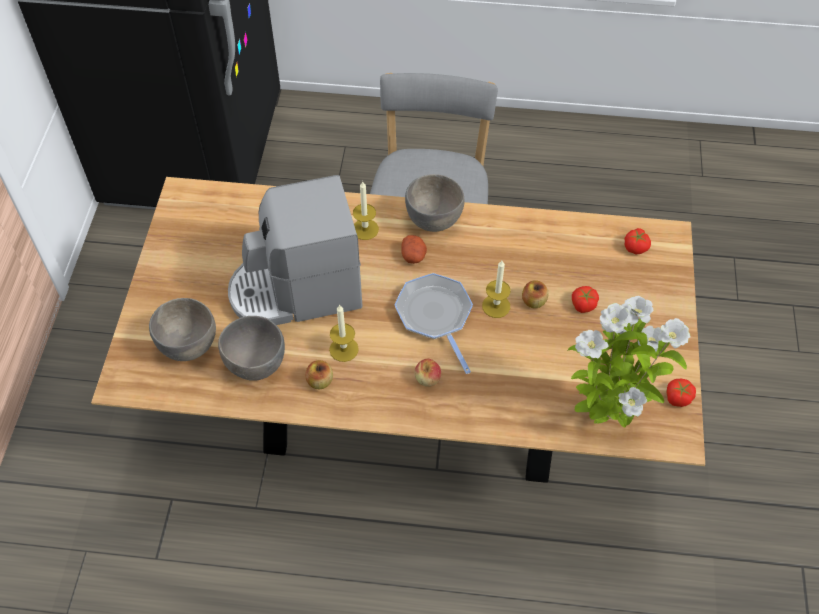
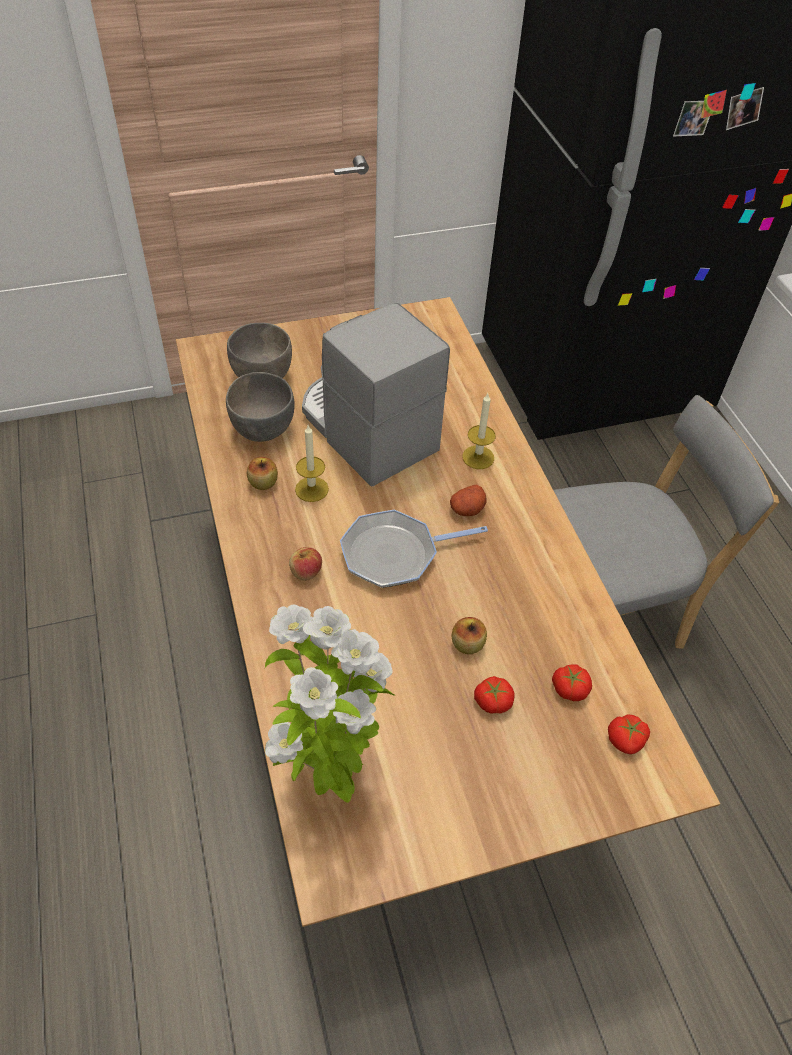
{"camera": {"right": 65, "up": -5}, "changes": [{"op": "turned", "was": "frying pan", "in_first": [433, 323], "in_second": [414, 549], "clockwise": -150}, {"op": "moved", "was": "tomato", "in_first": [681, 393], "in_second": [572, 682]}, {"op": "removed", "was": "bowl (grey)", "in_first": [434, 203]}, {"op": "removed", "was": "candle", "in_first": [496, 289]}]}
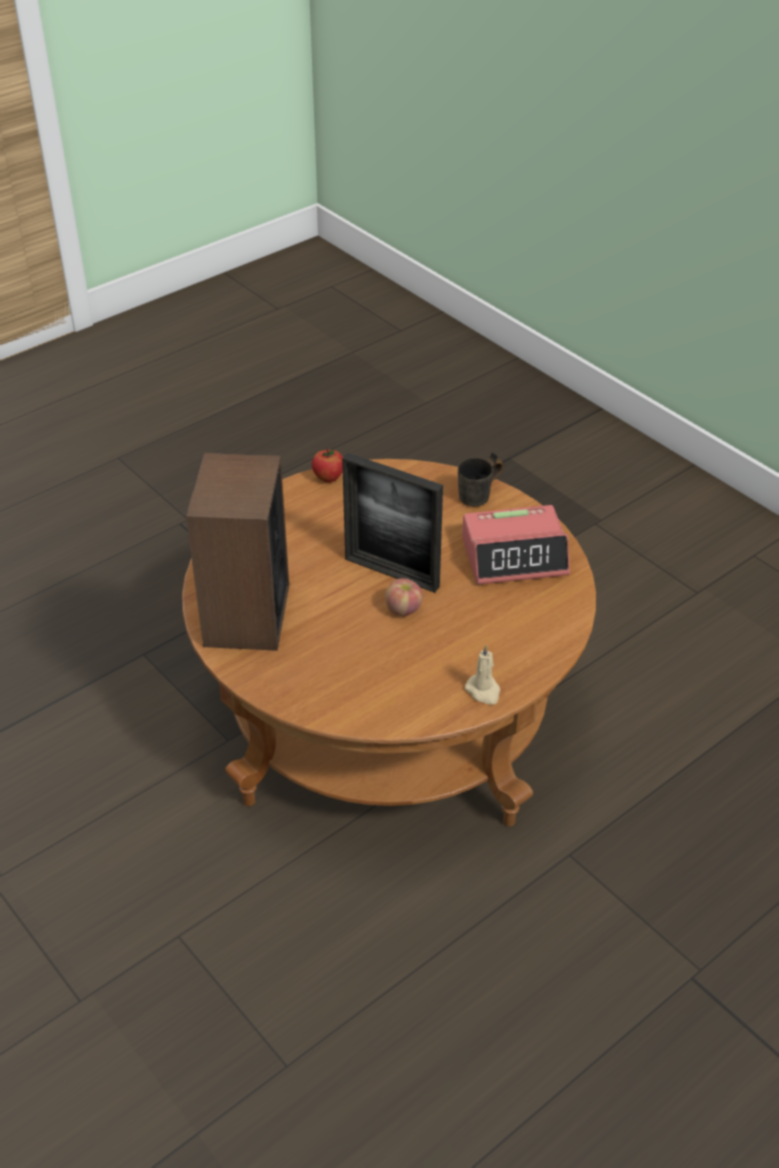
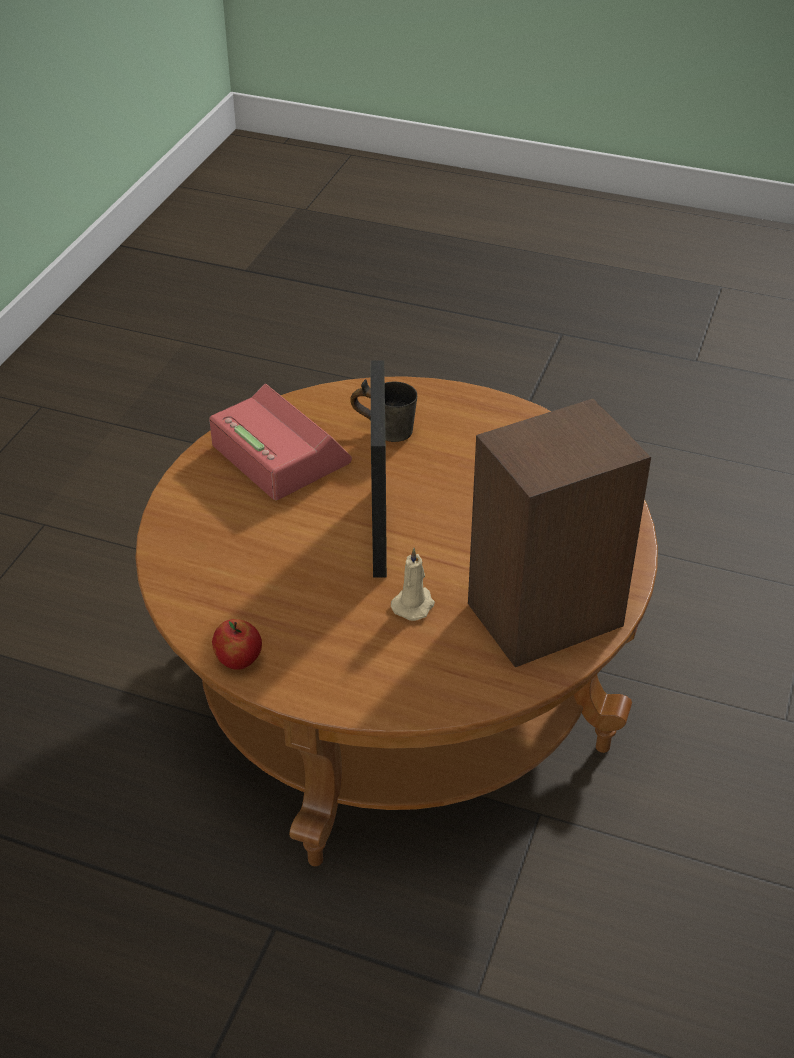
{"camera": {"right": -120, "up": 0}, "changes": [{"op": "moved", "was": "mug (grey)", "in_first": [480, 479], "in_second": [383, 410]}, {"op": "moved", "was": "candle (beige)", "in_first": [482, 675], "in_second": [413, 584]}, {"op": "removed", "was": "apple", "in_first": [404, 597]}]}
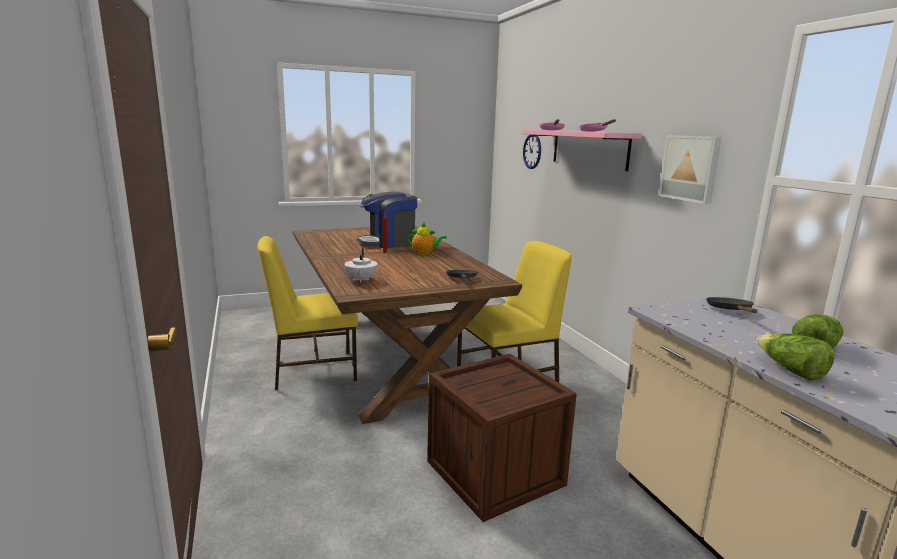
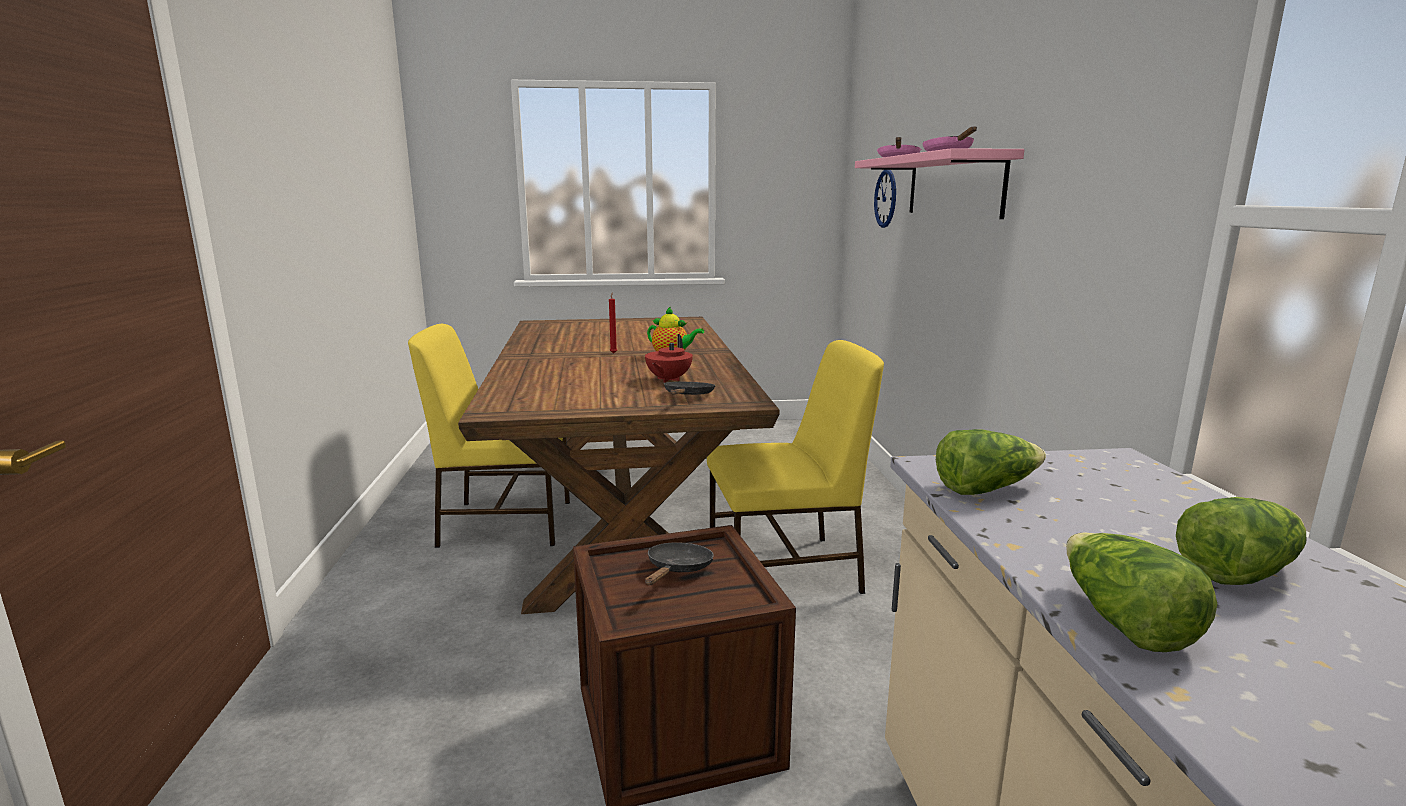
{"camera": {"right": 15, "up": 0}, "changes": [{"op": "added", "now": "teapot (red)", "in_second": [669, 358]}, {"op": "moved", "was": "frying pan (black)", "in_first": [731, 305], "in_second": [679, 564]}, {"op": "added", "now": "lettuce", "in_second": [991, 462]}, {"op": "removed", "was": "teapot (white)", "in_first": [361, 265]}, {"op": "removed", "was": "coffee machine", "in_first": [387, 219]}, {"op": "removed", "was": "picture", "in_first": [690, 169]}]}
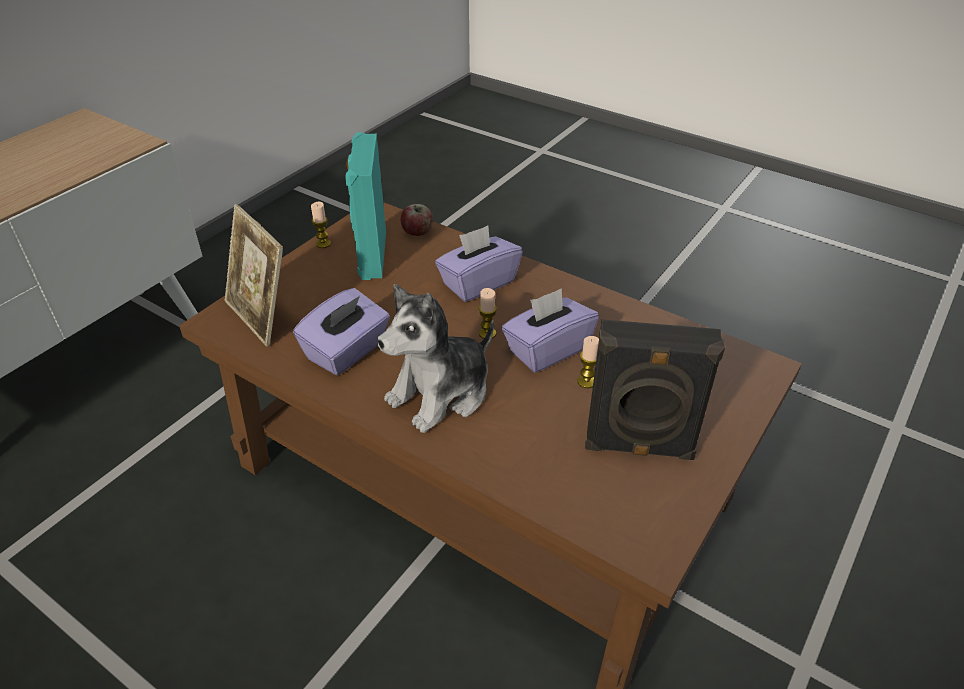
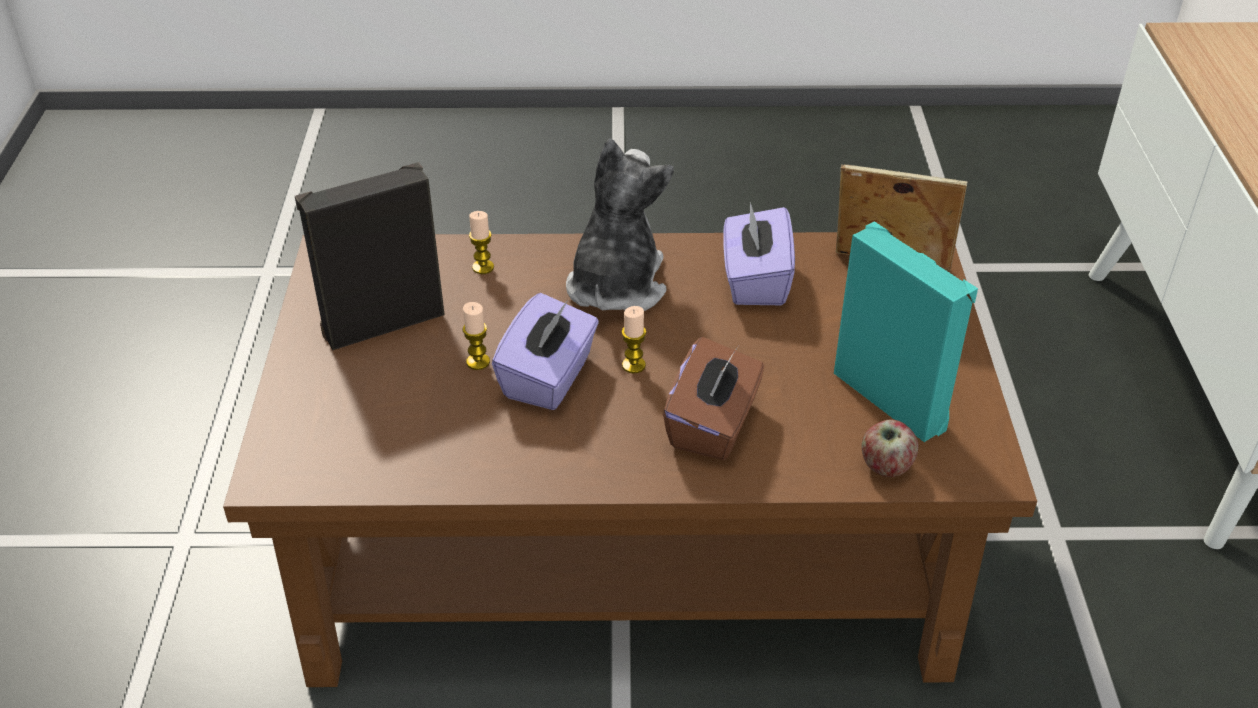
{"camera": {"right": 145, "up": 0}, "changes": [{"op": "moved", "was": "candle", "in_first": [321, 225], "in_second": [481, 242]}, {"op": "recoloured", "was": "tissue box (purple)", "now": "tissue box (brown)", "in_first": [479, 263], "in_second": [713, 398]}]}
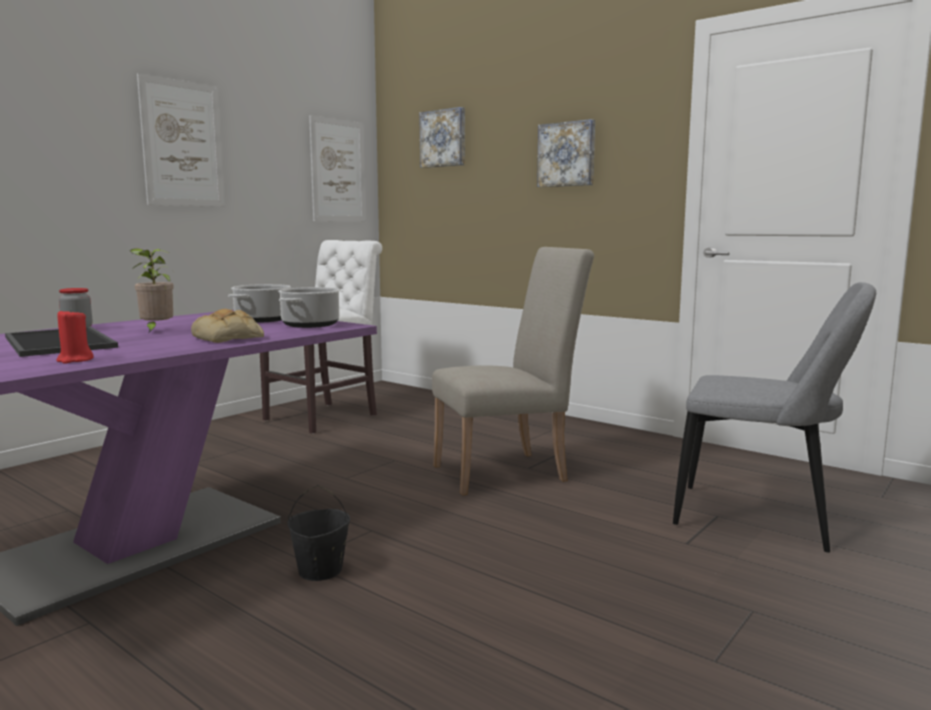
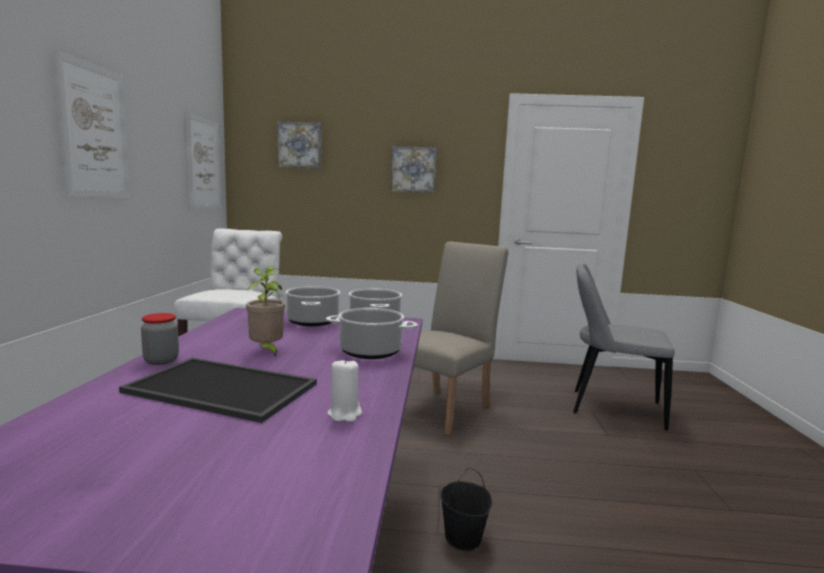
{"camera": {"right": -35, "up": 0}, "changes": [{"op": "replaced", "was": "bread", "now": "cooking pot", "in_first": [227, 326], "in_second": [372, 333]}, {"op": "recoloured", "was": "candle (red)", "now": "candle (white)", "in_first": [75, 336], "in_second": [345, 390]}, {"op": "turned", "was": "chair (grey)", "in_first": [774, 417], "in_second": [624, 347], "clockwise": -150}]}
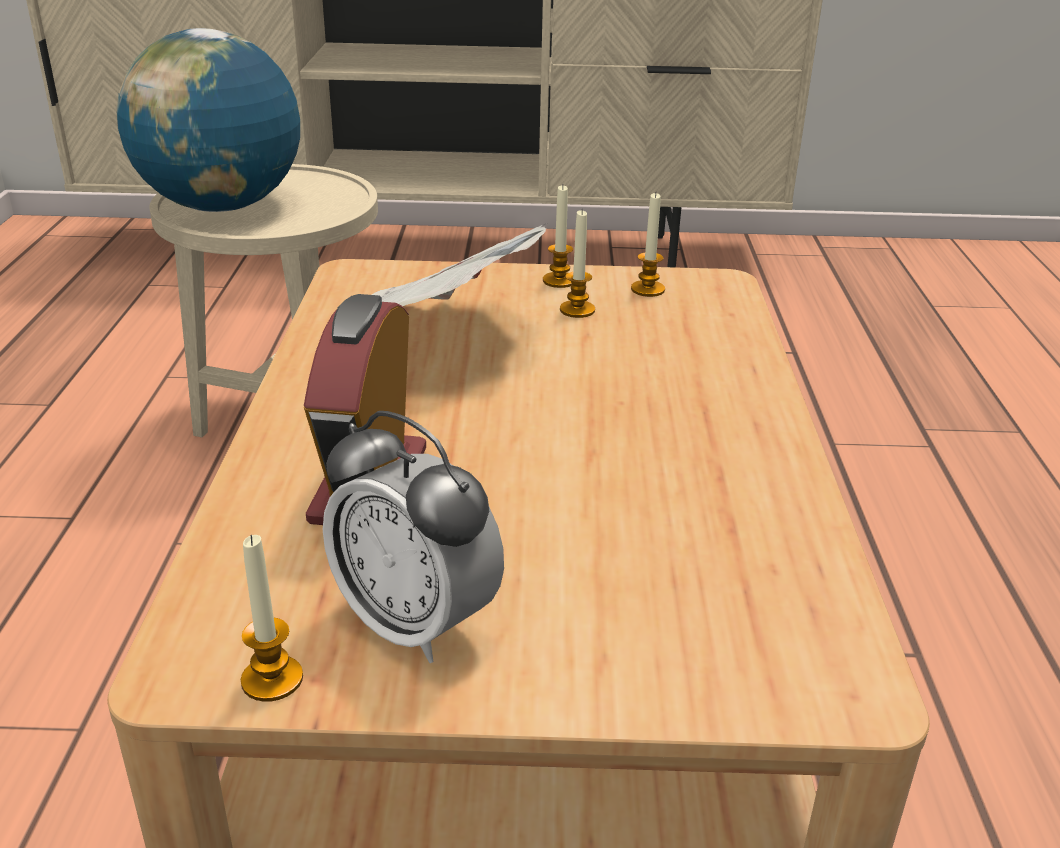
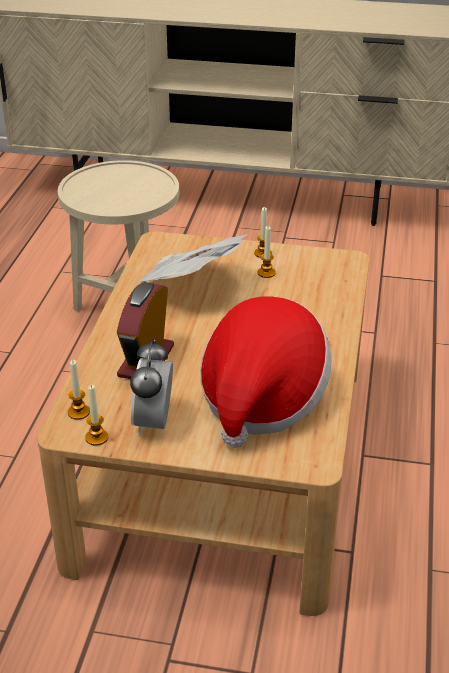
{"camera": {"right": 10, "up": 5}, "changes": [{"op": "moved", "was": "candle", "in_first": [648, 245], "in_second": [79, 390]}, {"op": "turned", "was": "alarm clock", "in_first": [413, 537], "in_second": [151, 387], "clockwise": 45}, {"op": "added", "now": "hat", "in_second": [266, 372]}, {"op": "removed", "was": "globe", "in_first": [208, 120]}]}
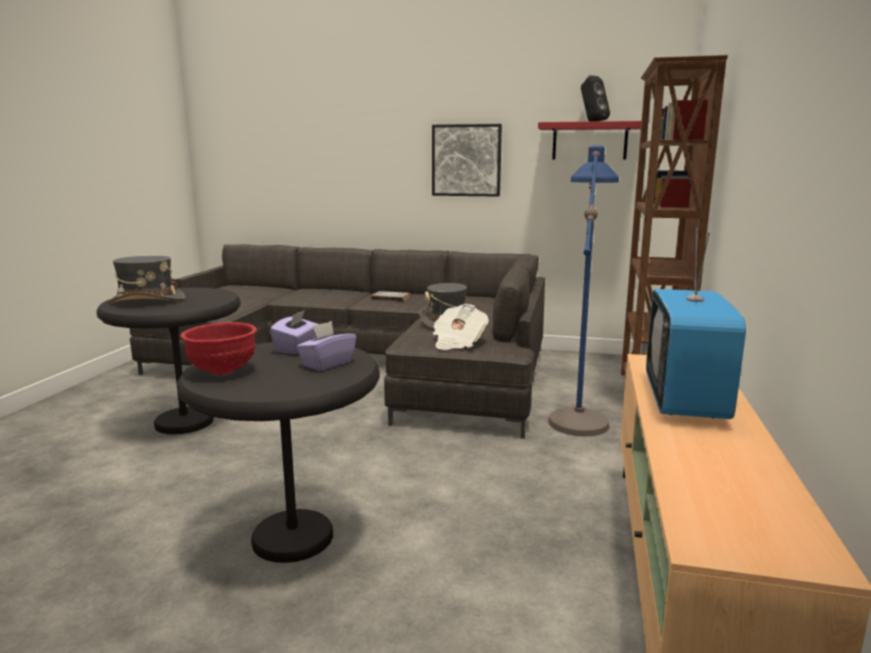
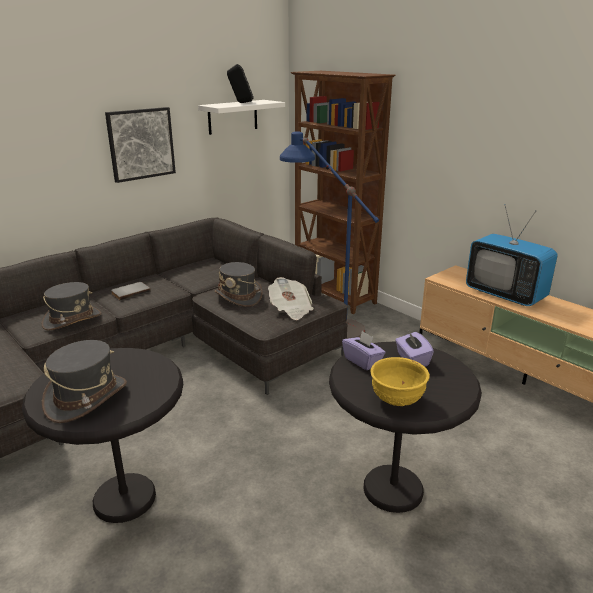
{"camera": {"right": -55, "up": 10}, "changes": [{"op": "added", "now": "hat (grey)", "in_second": [71, 306]}, {"op": "recoloured", "was": "shelf (red)", "now": "shelf (white)", "in_first": [589, 140], "in_second": [241, 117]}, {"op": "recoloured", "was": "bowl (red)", "now": "bowl (yellow)", "in_first": [218, 348], "in_second": [400, 381]}]}
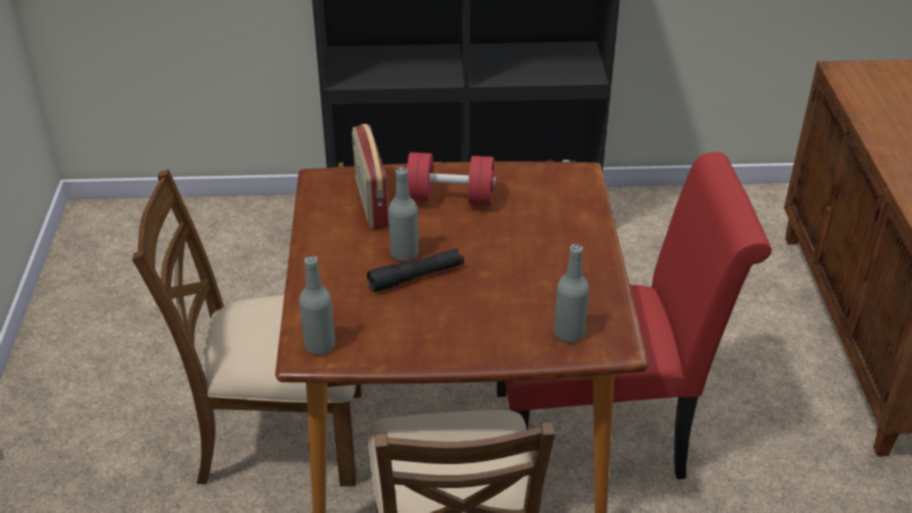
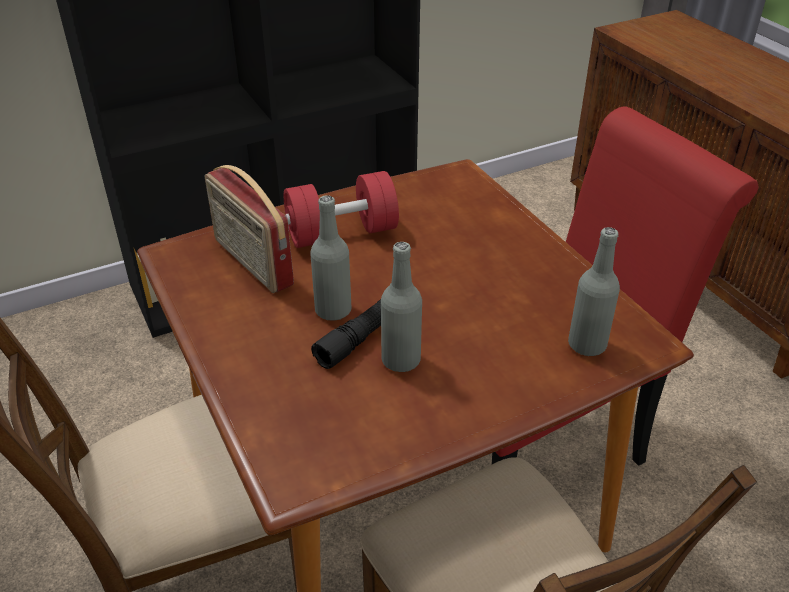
{"camera": {"right": -25, "up": 0}, "changes": [{"op": "moved", "was": "bottle (grey)", "in_first": [317, 305], "in_second": [401, 307]}]}
